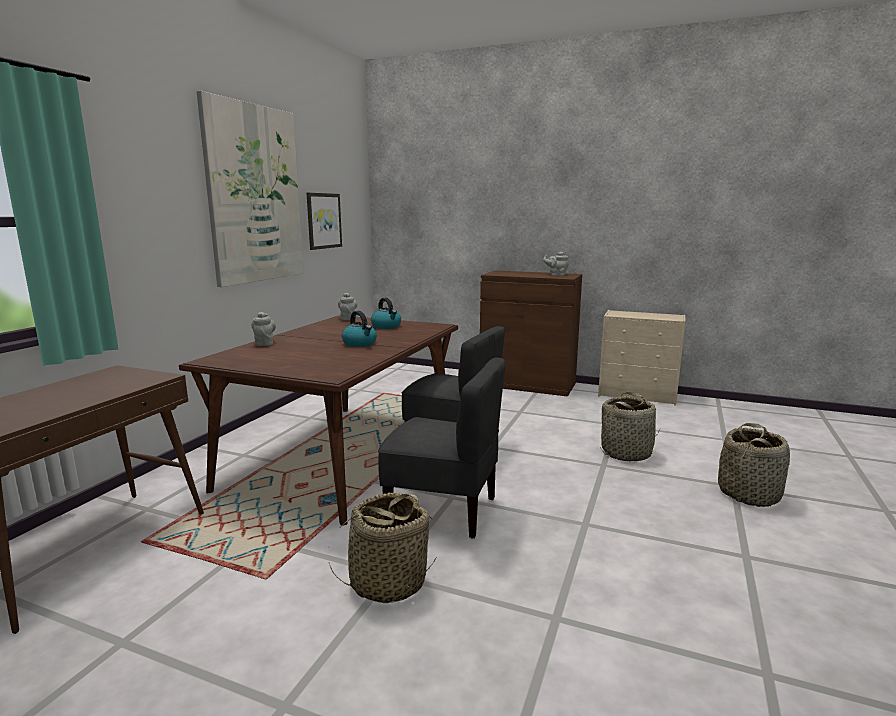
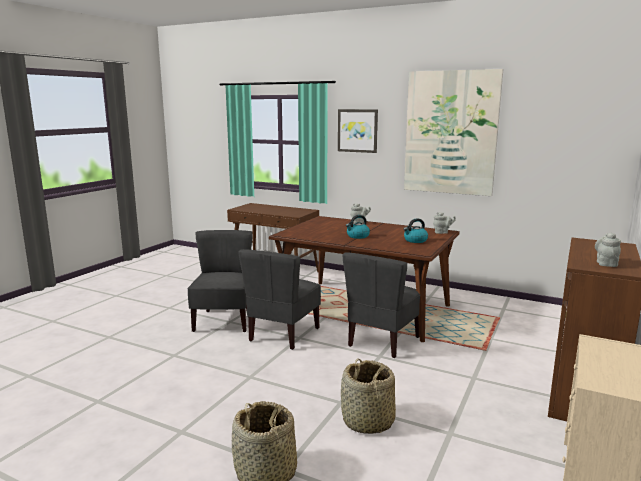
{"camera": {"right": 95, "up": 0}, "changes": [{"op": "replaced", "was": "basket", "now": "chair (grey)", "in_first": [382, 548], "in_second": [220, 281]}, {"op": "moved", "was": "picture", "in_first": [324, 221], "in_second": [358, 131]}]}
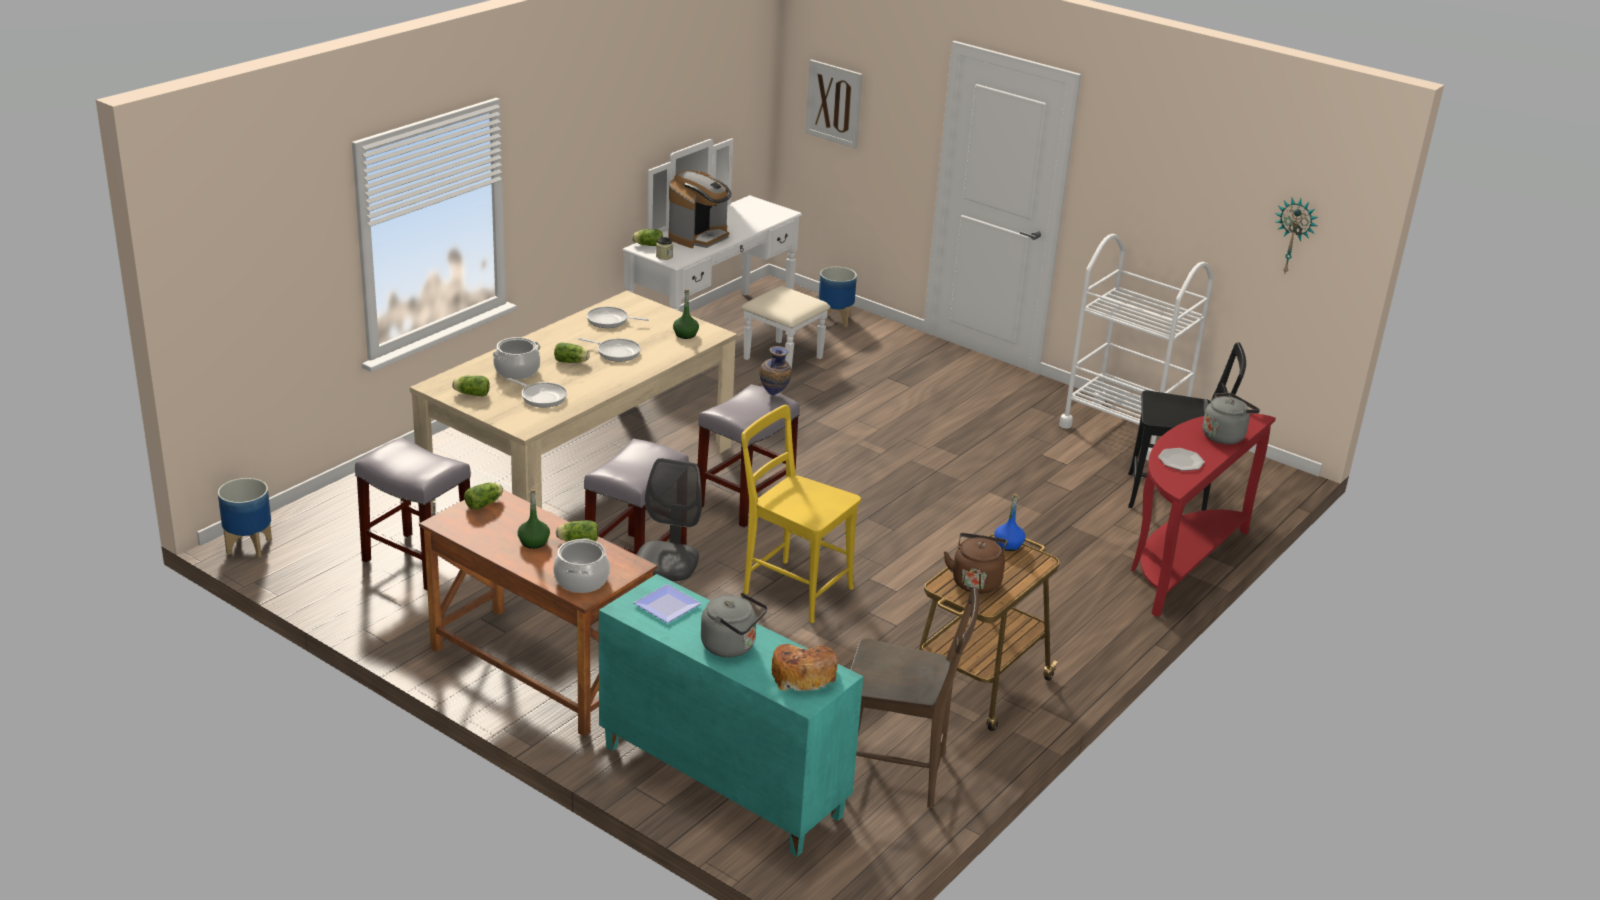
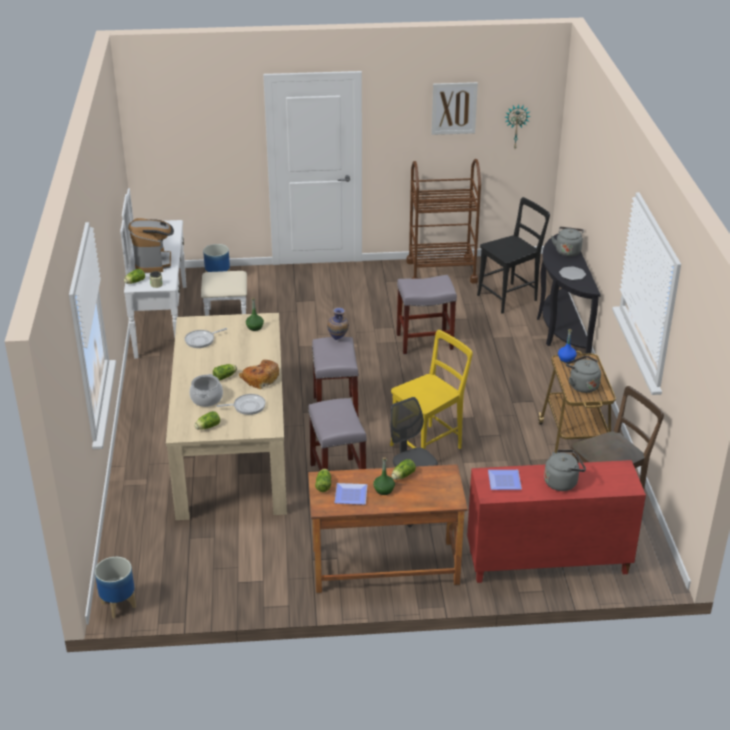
{"camera": {"right": -40, "up": 5}, "changes": [{"op": "moved", "was": "bread", "in_first": [804, 668], "in_second": [259, 374]}, {"op": "added", "now": "plate", "in_second": [351, 494]}, {"op": "turned", "was": "chair (yellow)", "in_first": [801, 514], "in_second": [431, 389], "clockwise": 150}, {"op": "moved", "was": "stool (grey)", "in_first": [413, 514], "in_second": [426, 314]}, {"op": "recoloured", "was": "cart (white)", "now": "cart (brown)", "in_first": [1136, 347], "in_second": [443, 221]}, {"op": "moved", "was": "picture", "in_first": [834, 104], "in_second": [454, 108]}, {"op": "recoloured", "was": "cabinet (turquoise)", "now": "cabinet (red)", "in_first": [731, 715], "in_second": [556, 521]}, {"op": "recoloured", "was": "console table (red)", "now": "console table (black)", "in_first": [1203, 515], "in_second": [569, 294]}, {"op": "recoloured", "was": "kettle (brown)", "now": "kettle (grey)", "in_first": [975, 563], "in_second": [583, 374]}, {"op": "removed", "was": "cooking pot", "in_first": [581, 565]}, {"op": "removed", "was": "frying pan", "in_first": [609, 350]}]}
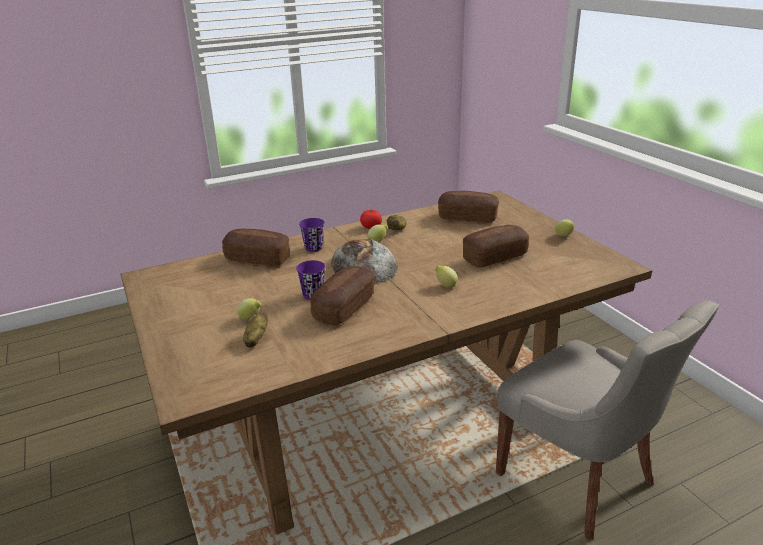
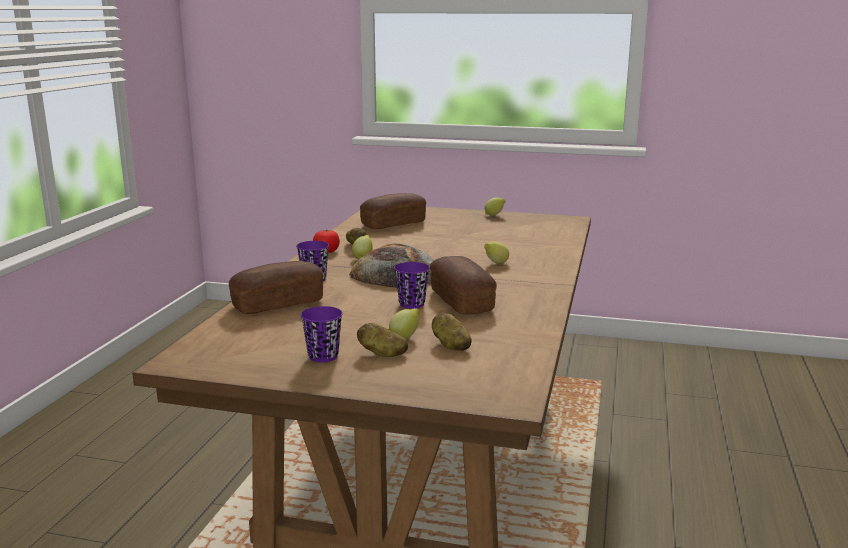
{"camera": {"right": -50, "up": -10}, "changes": [{"op": "added", "now": "cup (purple)", "in_second": [321, 334]}, {"op": "added", "now": "potato", "in_second": [382, 340]}, {"op": "removed", "was": "bread", "in_first": [496, 246]}, {"op": "removed", "was": "chair (grey)", "in_first": [608, 420]}]}
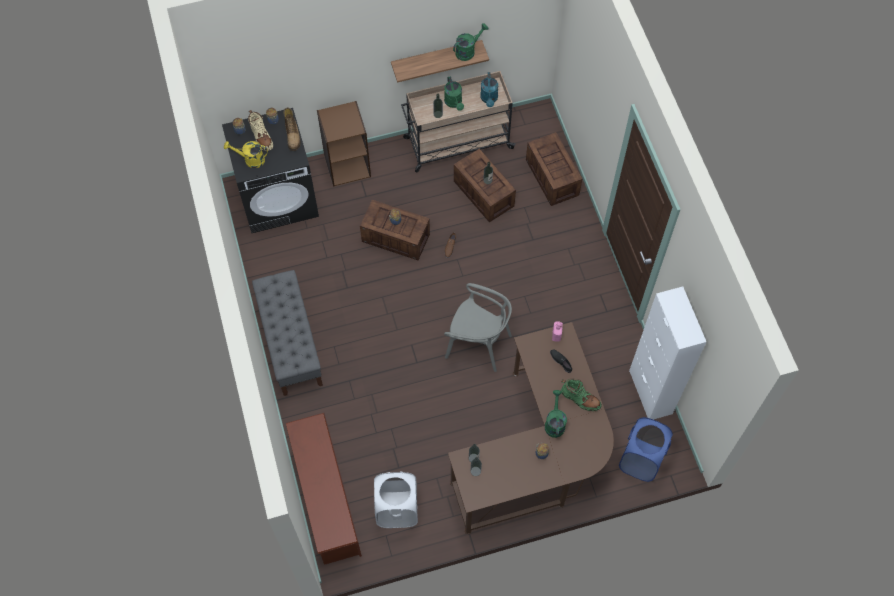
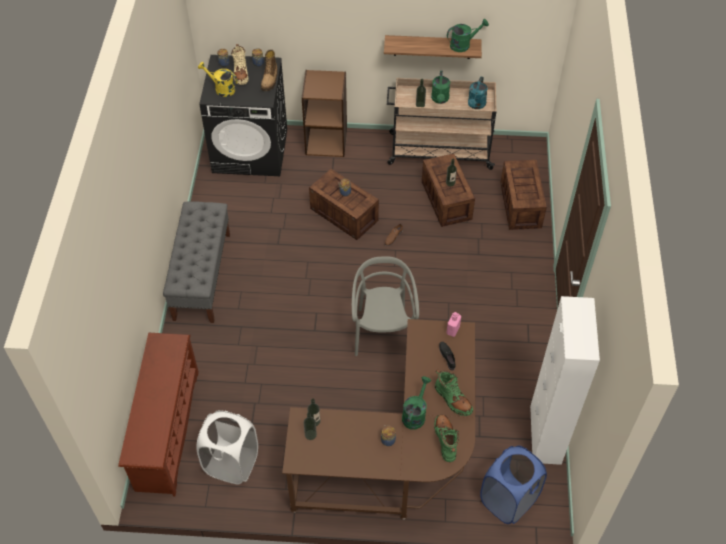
{"camera": {"right": 20, "up": -10}, "changes": [{"op": "turned", "was": "chair (grey)", "in_first": [478, 327], "in_second": [385, 306], "clockwise": -135}, {"op": "added", "now": "boot (green)", "in_second": [446, 438]}]}
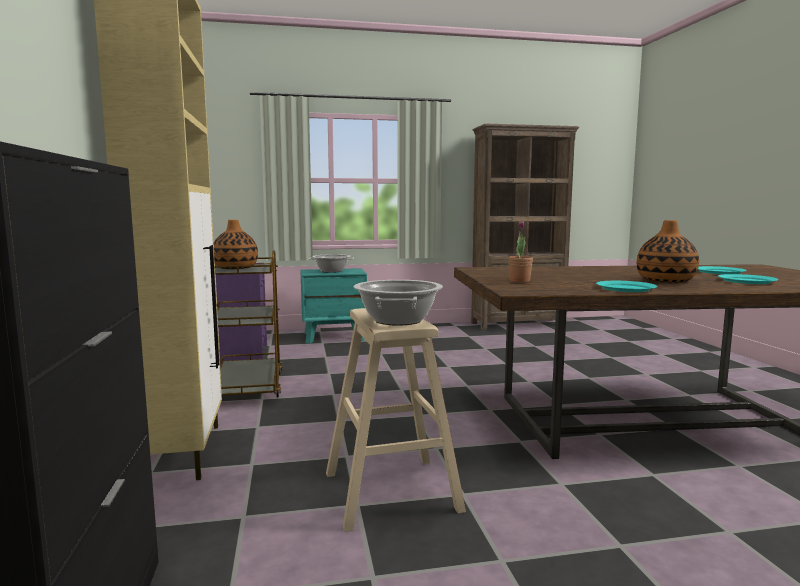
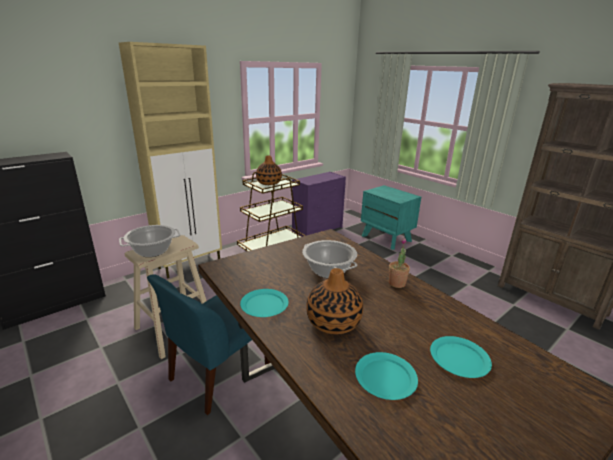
{"camera": {"right": 60, "up": 15}, "changes": [{"op": "added", "now": "chair (blue)", "in_second": [208, 344]}, {"op": "moved", "was": "cooking pot", "in_first": [331, 263], "in_second": [330, 259]}, {"op": "moved", "was": "potted plant", "in_first": [520, 251], "in_second": [399, 263]}]}
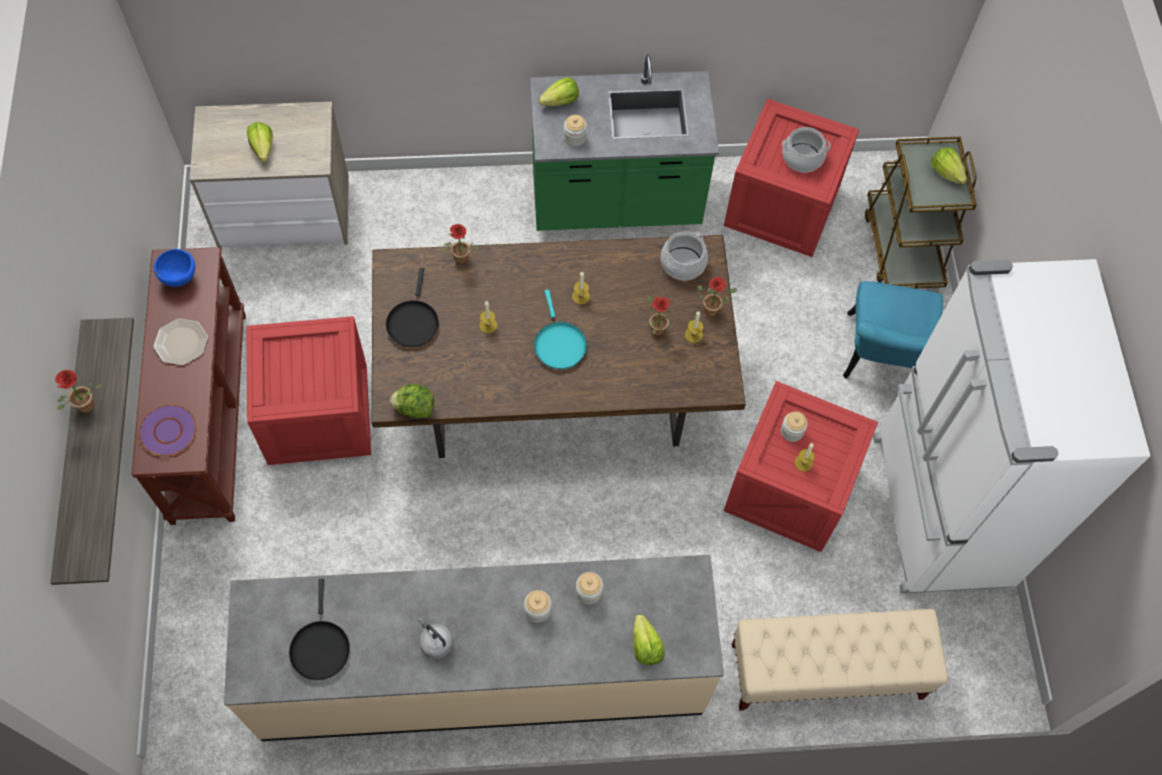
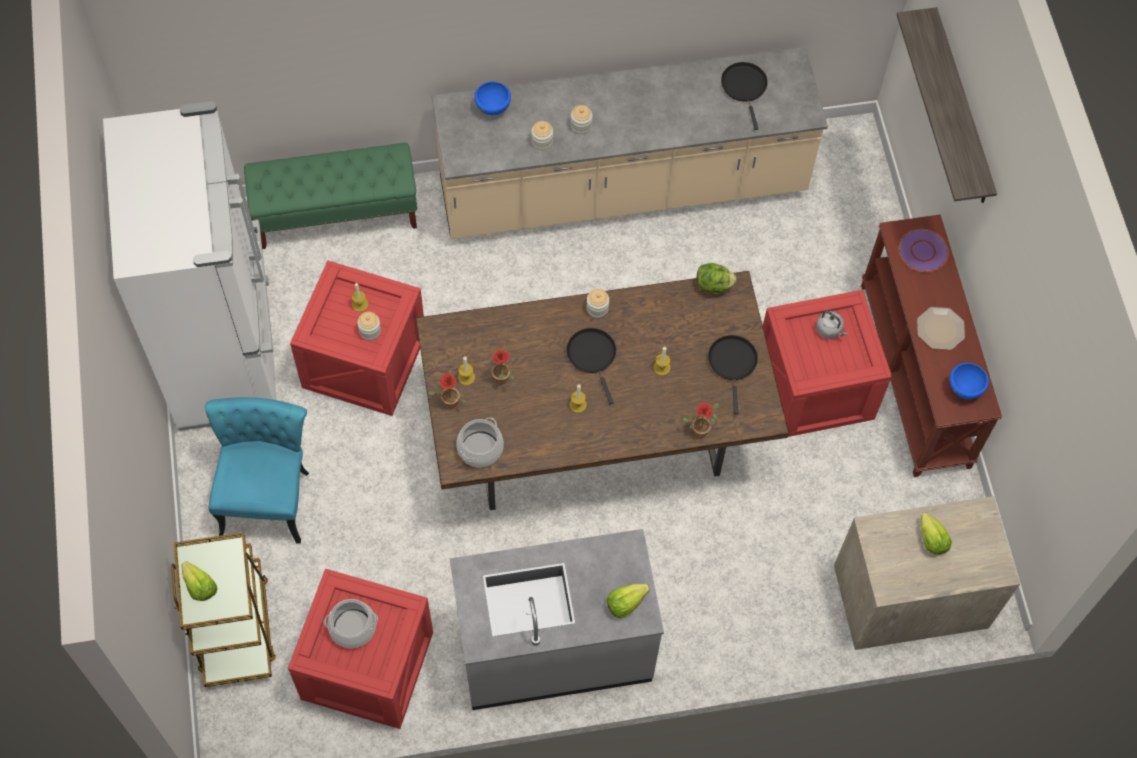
{"camera": {"right": 175, "up": 0}, "changes": [{"op": "recoloured", "was": "bench (beige)", "now": "bench (green)", "in_first": [840, 660], "in_second": [330, 196]}, {"op": "recoloured", "was": "counter (green)", "now": "counter (grey)", "in_first": [624, 142], "in_second": [557, 619]}, {"op": "replaced", "was": "lettuce", "now": "bowl (blue)", "in_first": [649, 640], "in_second": [493, 99]}, {"op": "recoloured", "was": "frying pan (turquoise)", "now": "frying pan (black)", "in_first": [560, 329], "in_second": [591, 366]}, {"op": "moved", "was": "jar", "in_first": [575, 130], "in_second": [598, 303]}, {"op": "moved", "was": "kettle (grey)", "in_first": [435, 638], "in_second": [832, 324]}, {"op": "removed", "was": "potted plant", "in_first": [78, 391]}]}
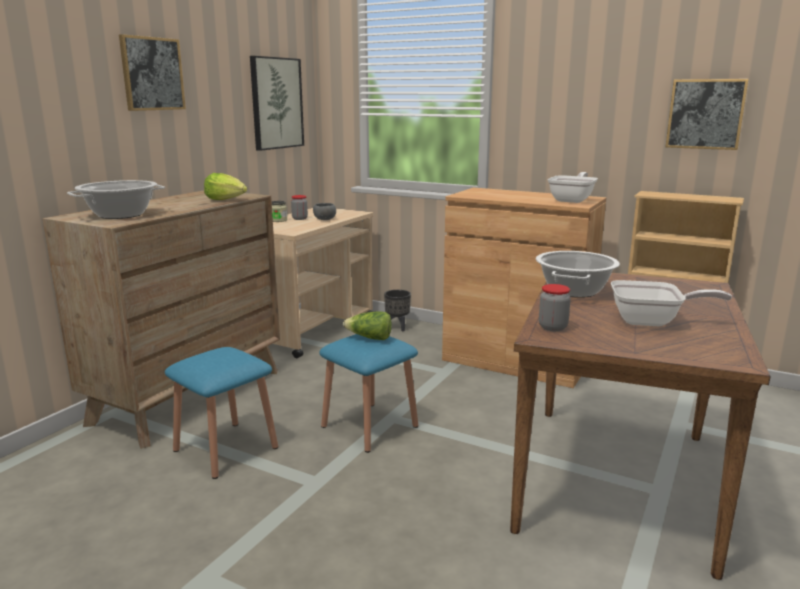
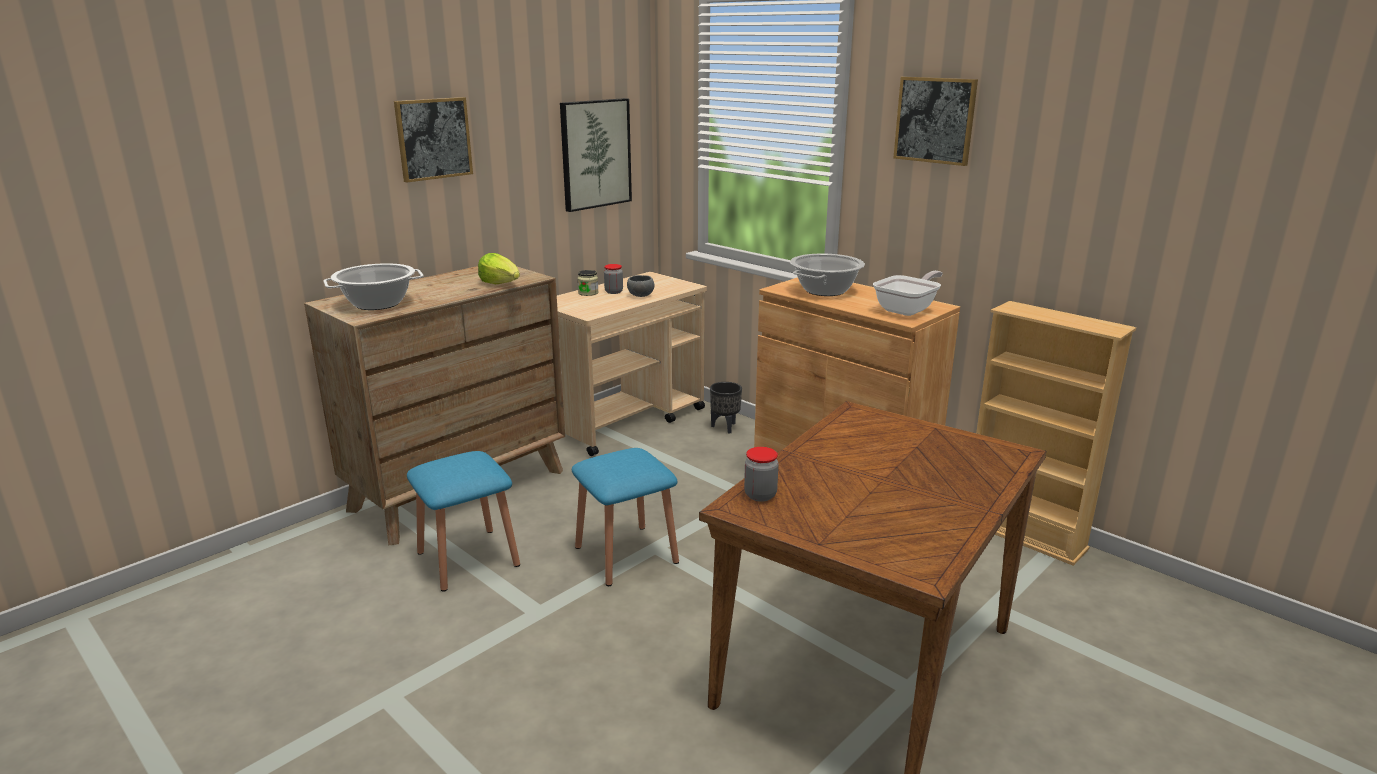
{"camera": {"right": 15, "up": 5}, "changes": [{"op": "moved", "was": "cooking pot", "in_first": [578, 274], "in_second": [827, 275]}, {"op": "moved", "was": "picture", "in_first": [707, 114], "in_second": [935, 121]}, {"op": "removed", "was": "lettuce", "in_first": [367, 325]}, {"op": "removed", "was": "frying pan", "in_first": [671, 303]}]}
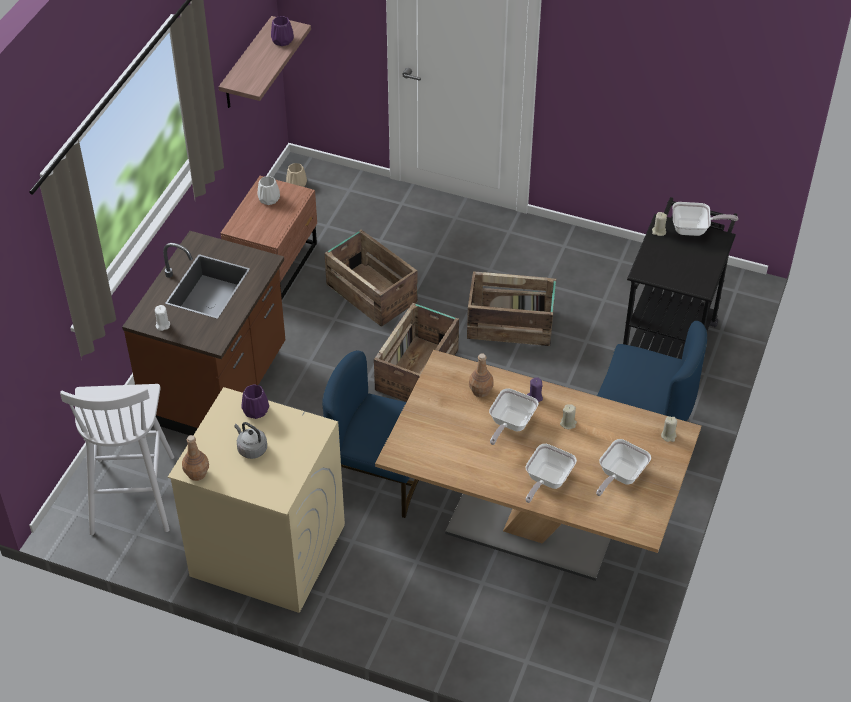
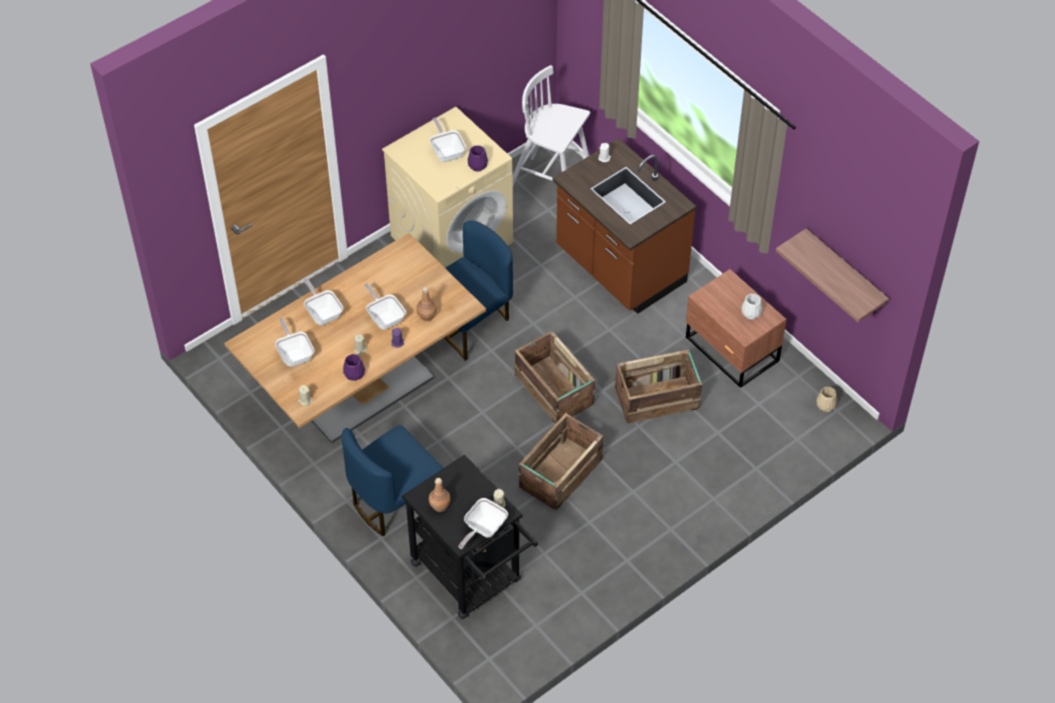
{"camera": {"right": 120, "up": 5}, "changes": [{"op": "moved", "was": "vase (purple)", "in_first": [282, 31], "in_second": [354, 367]}, {"op": "moved", "was": "bottle (brown)", "in_first": [195, 458], "in_second": [440, 495]}, {"op": "replaced", "was": "kettle (grey)", "now": "frying pan", "in_first": [250, 440], "in_second": [448, 140]}]}
